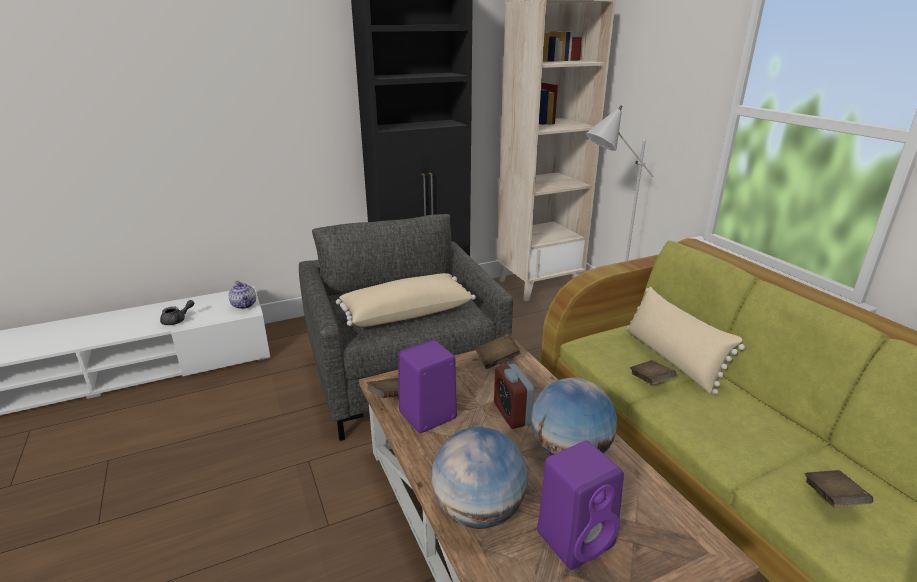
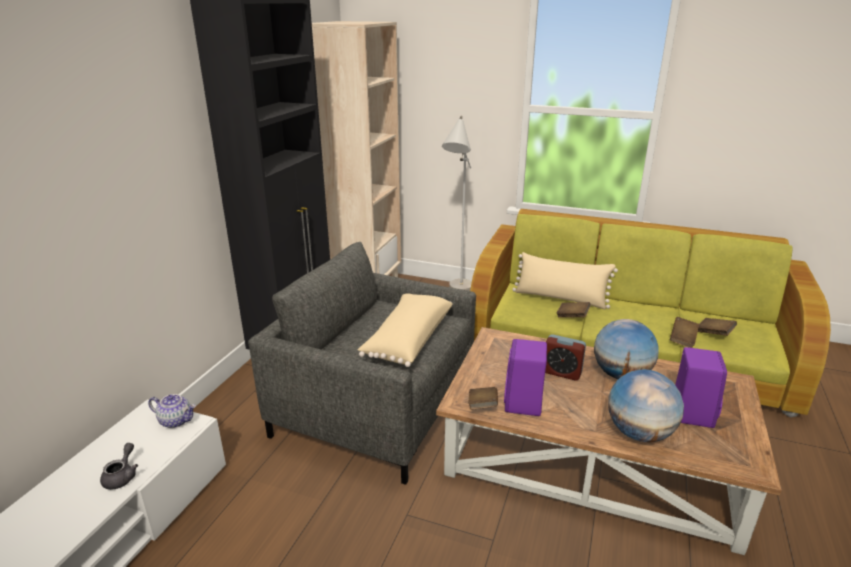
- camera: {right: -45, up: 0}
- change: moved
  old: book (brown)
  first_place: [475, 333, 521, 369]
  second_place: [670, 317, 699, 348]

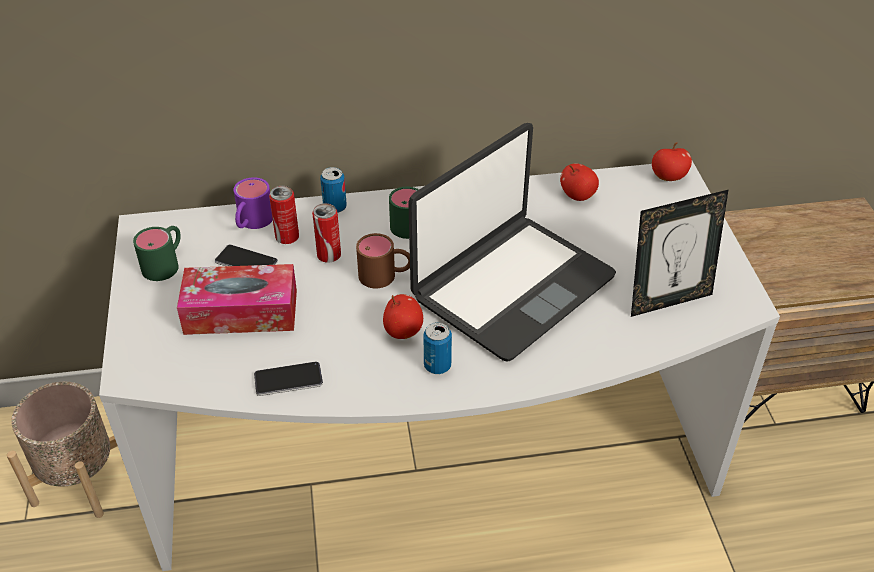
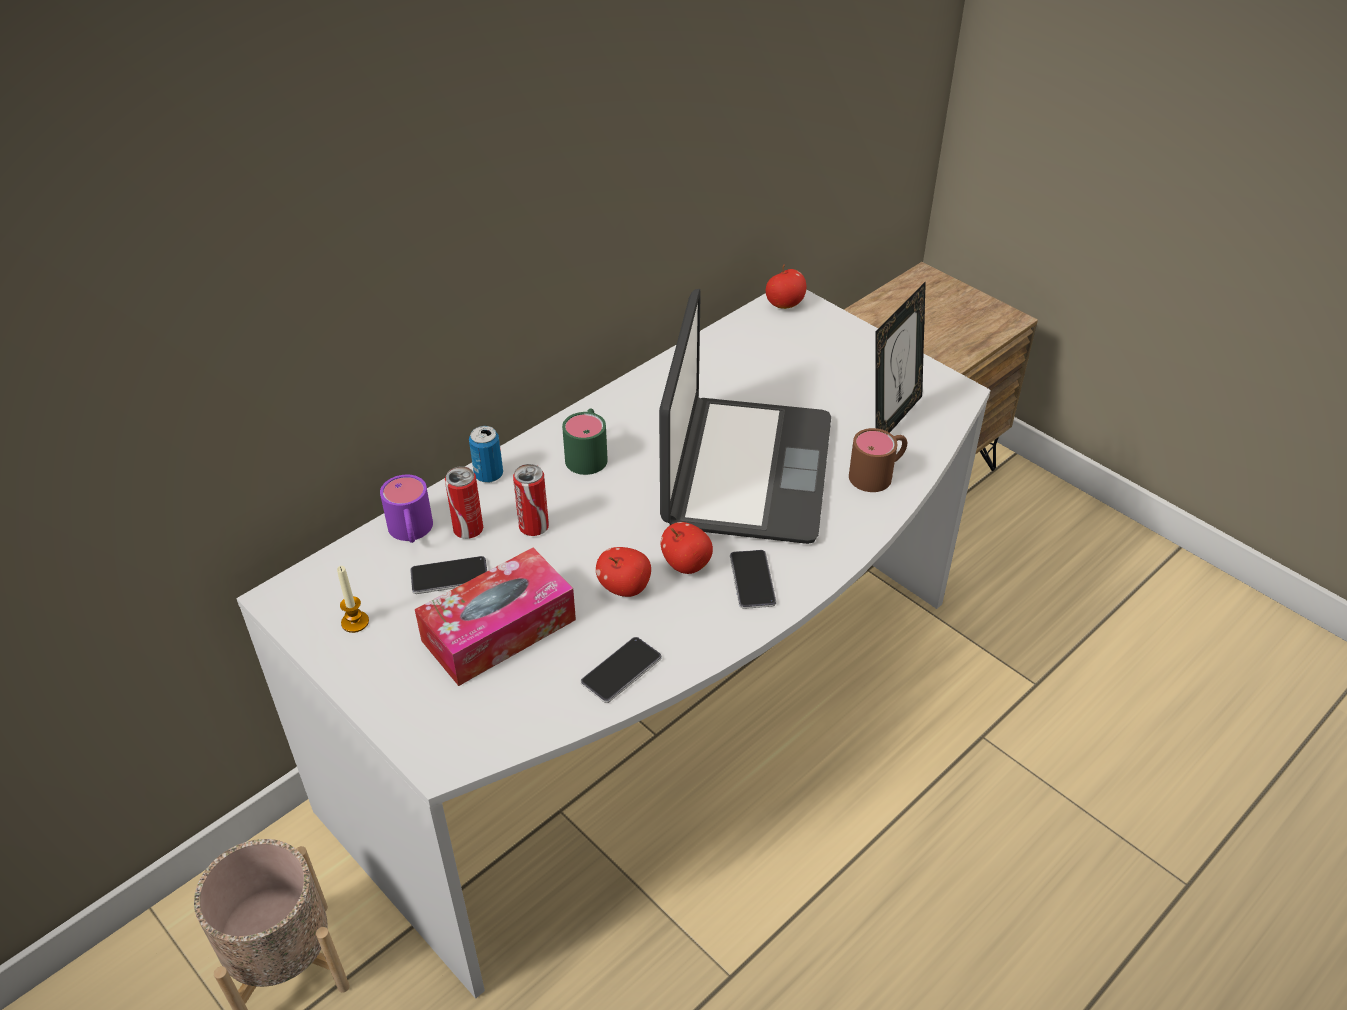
- camera: {right: -35, up: 0}
- change: replaced
  old: mug (green)
  new: candle
  first_place: [133, 226, 181, 281]
  second_place: [337, 566, 369, 633]
- change: moved
  old: apple
  first_place: [560, 163, 599, 201]
  second_place: [596, 547, 651, 597]
- change: replaced
  old: can
  new: phone
  first_place: [424, 322, 452, 374]
  second_place: [730, 550, 776, 609]
- change: moved
  old: mug (brown)
  first_place: [356, 233, 410, 288]
  second_place: [849, 428, 907, 492]

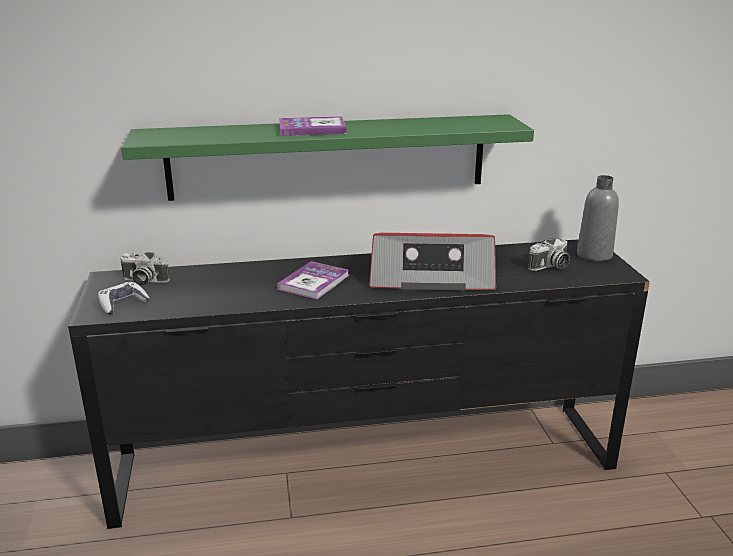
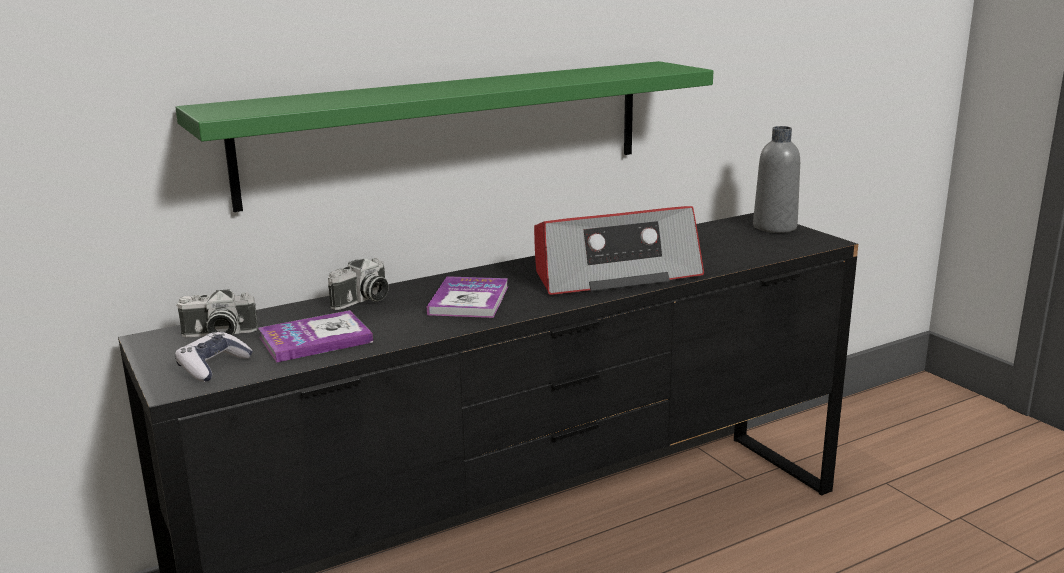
- camera: {right: -20, up: -5}
- change: moved
  old: book
  first_place: [279, 116, 347, 136]
  second_place: [258, 310, 373, 363]
- change: moved
  old: photo camera
  first_place: [528, 238, 570, 271]
  second_place: [328, 258, 389, 310]

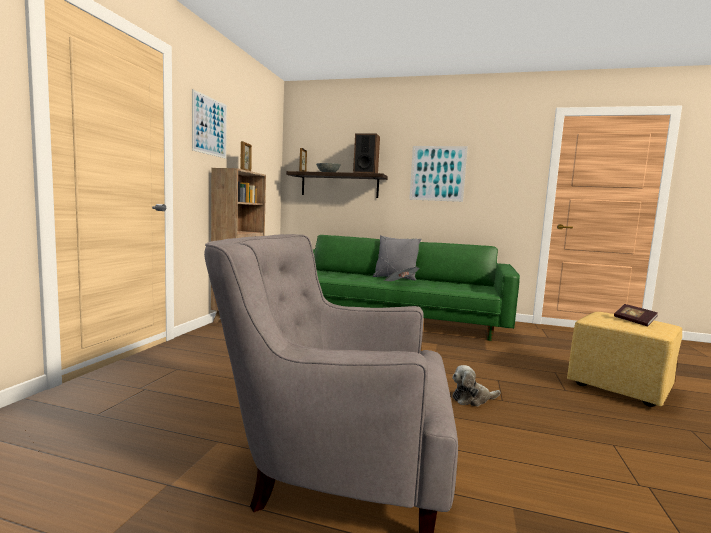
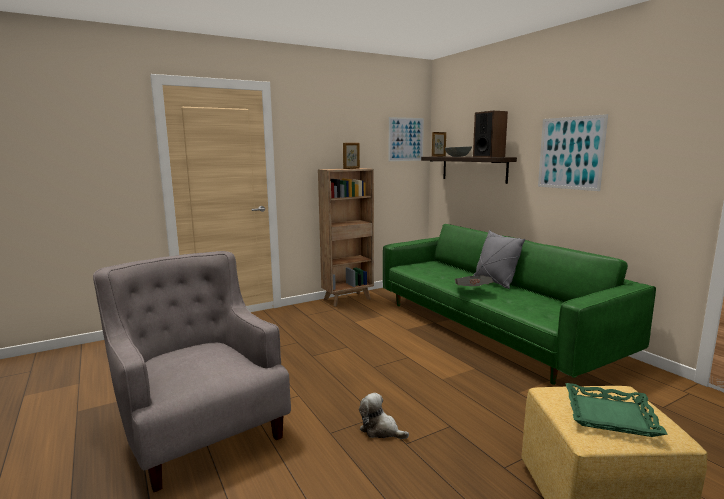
- camera: {right: 45, up: 5}
- change: moved
  old: picture
  first_place: [192, 89, 227, 159]
  second_place: [389, 117, 424, 161]
- change: replaced
  old: book
  new: tray (green)
  first_place: [614, 304, 658, 326]
  second_place: [565, 383, 667, 437]

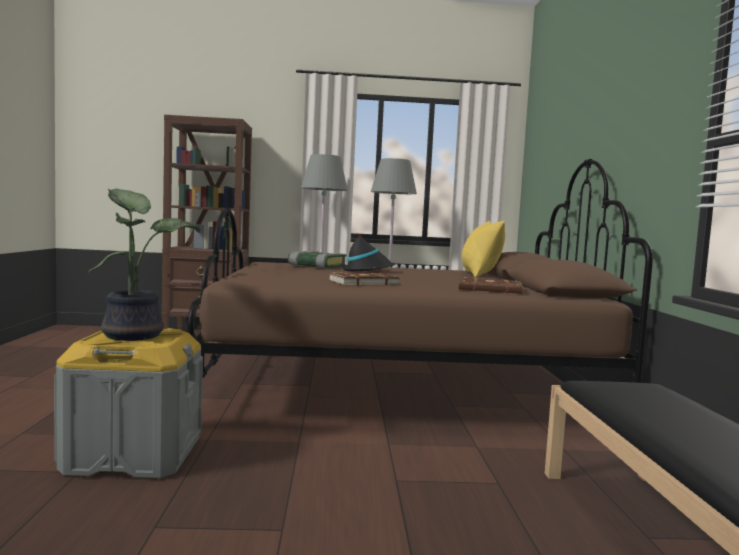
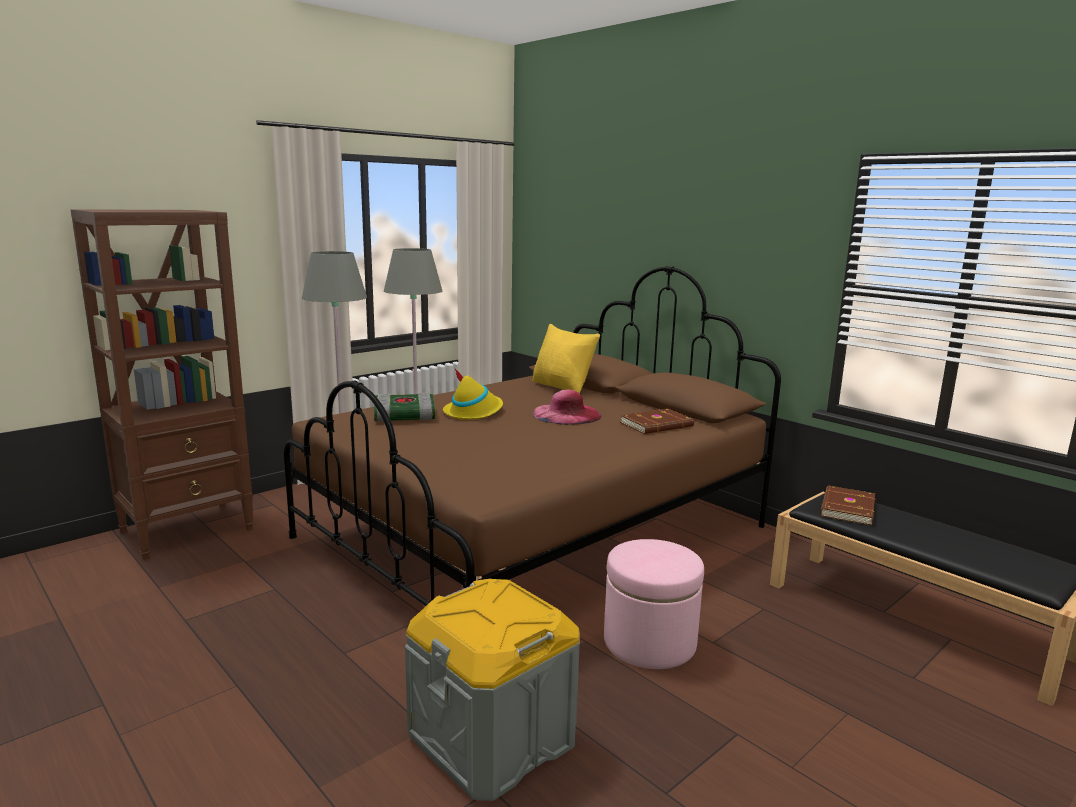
- camera: {right: -40, up: 10}
- change: recoloured
  old: hat (black)
  new: hat (yellow)
  first_place: [341, 233, 395, 272]
  second_place: [443, 369, 503, 420]
- change: added
  new: hat (pink)
  second_place: [533, 390, 602, 425]
- change: added
  new: ottoman (pink)
  second_place: [604, 539, 704, 669]
- change: moved
  old: book (brown)
  first_place: [328, 272, 400, 286]
  second_place: [820, 486, 875, 525]
- change: removed
  old: potted plant
  first_place: [89, 188, 200, 341]

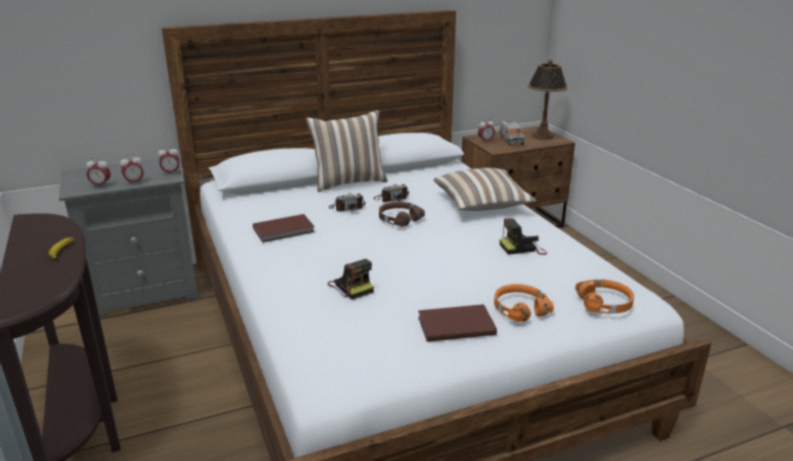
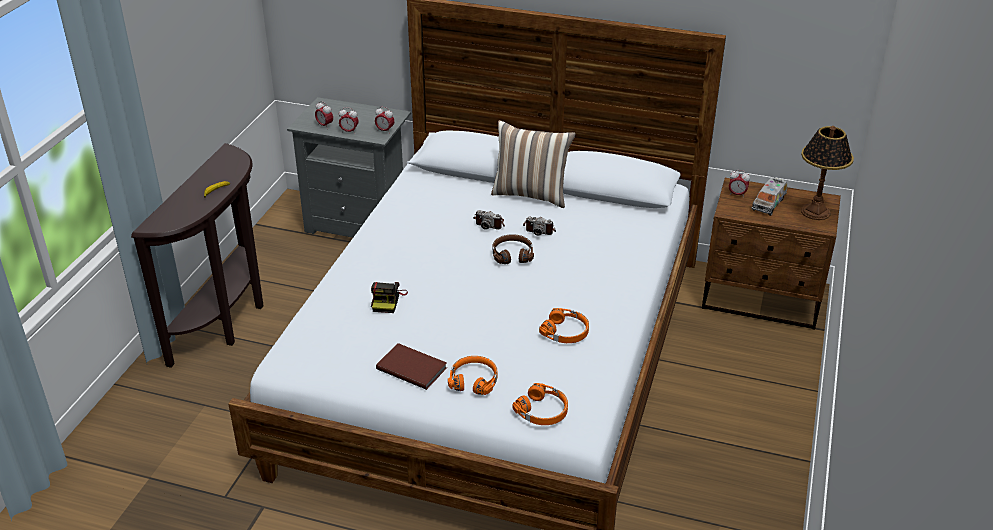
- camera: {right: 40, up: 10}
- change: replaced
  old: photo camera
  new: headphones (orange)
  first_place: [500, 218, 547, 255]
  second_place: [539, 308, 589, 343]
- change: removed
  old: book (brown)
  first_place: [253, 214, 315, 243]
- change: removed
  old: pillow
  first_place: [434, 168, 536, 211]

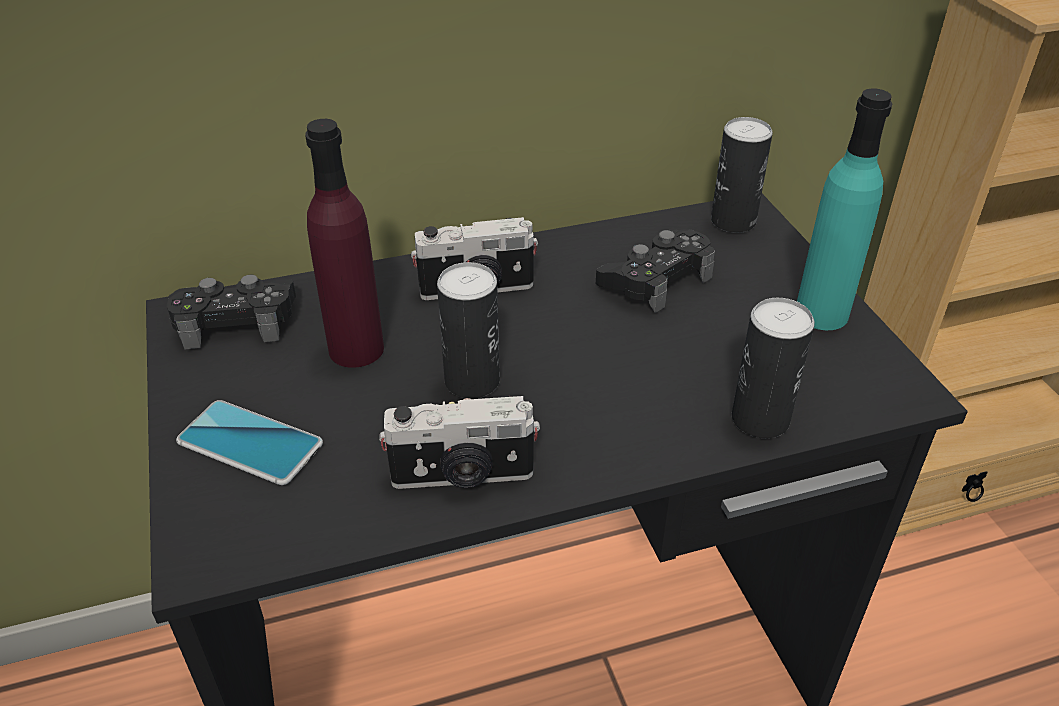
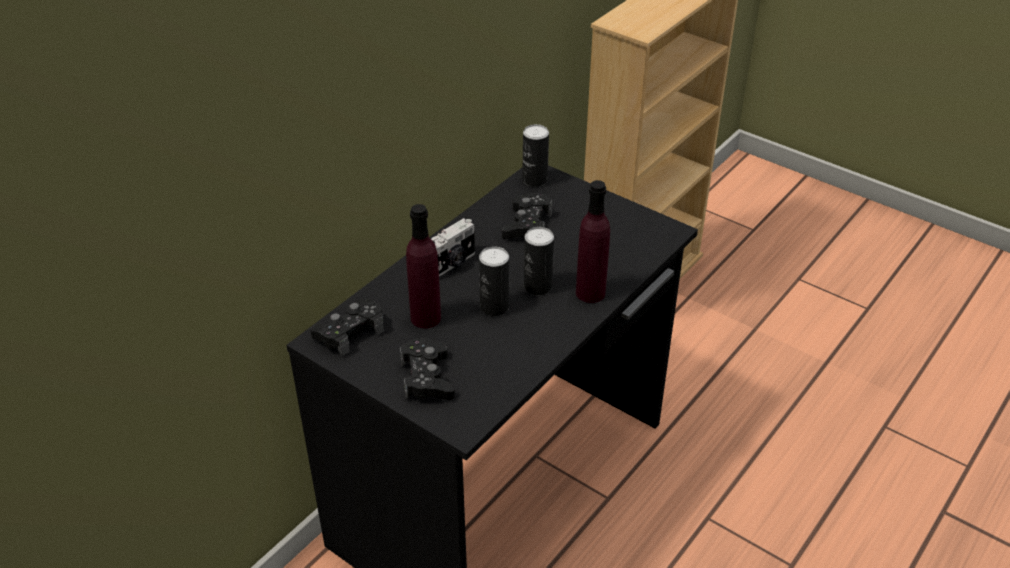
- camera: {right: -35, up: 0}
- change: replaced
  old: phone
  new: game controller (black)
  first_place: [176, 400, 323, 485]
  second_place: [400, 339, 455, 400]
- change: moved
  old: can
  first_place: [732, 298, 815, 438]
  second_place: [524, 227, 554, 295]
- change: added
  new: bottle (purple)
  second_place: [576, 180, 610, 303]
- change: removed
  old: photo camera
  first_place: [379, 395, 540, 489]
- change: removed
  old: bottle (turquoise)
  first_place: [797, 88, 892, 330]

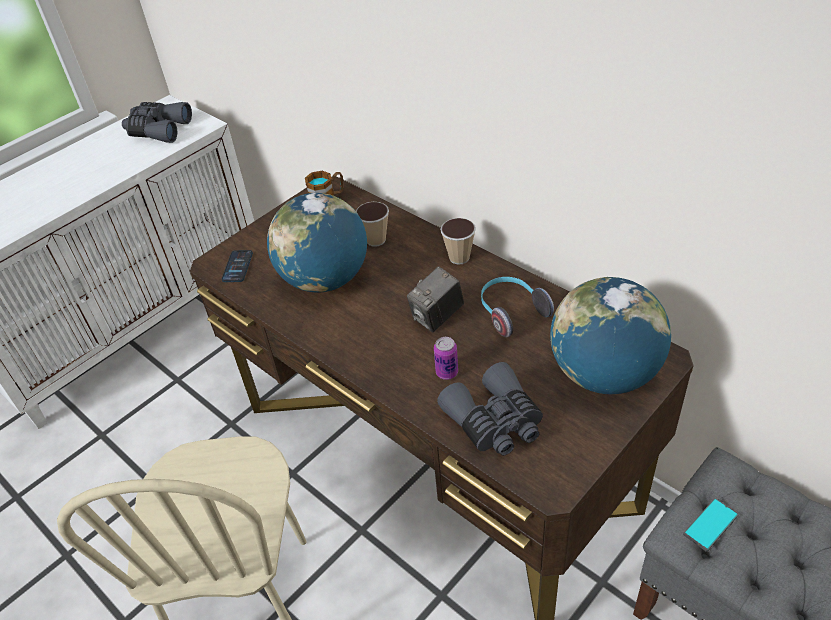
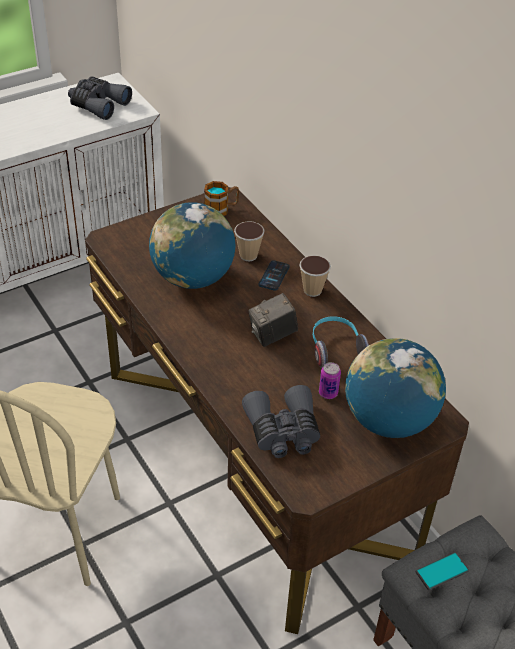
- camera: {right: 10, up: 0}
- change: moved
  old: phone
  first_place: [222, 250, 253, 282]
  second_place: [259, 260, 290, 291]
- change: moved
  old: can
  first_place: [434, 337, 458, 380]
  second_place: [319, 362, 341, 399]

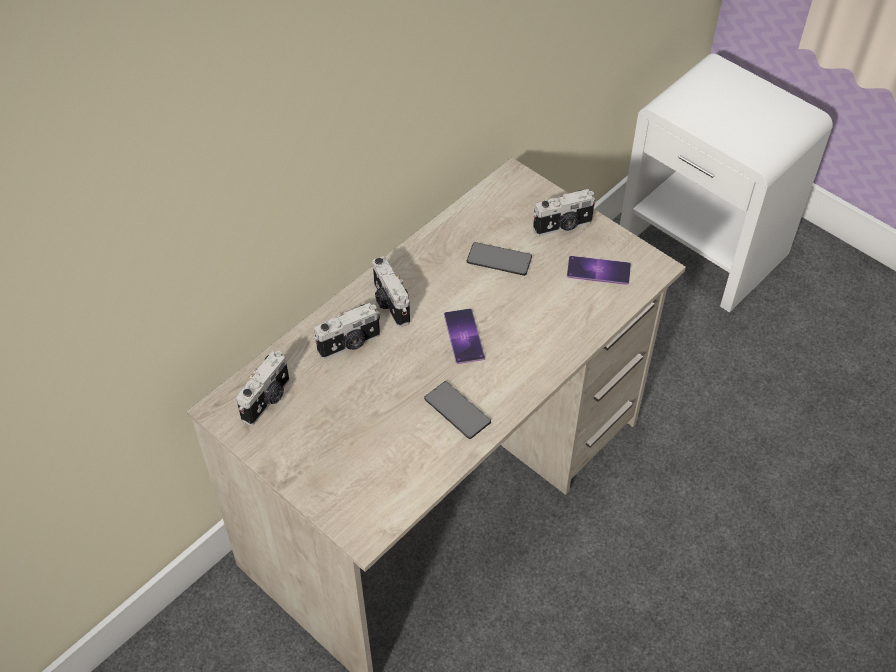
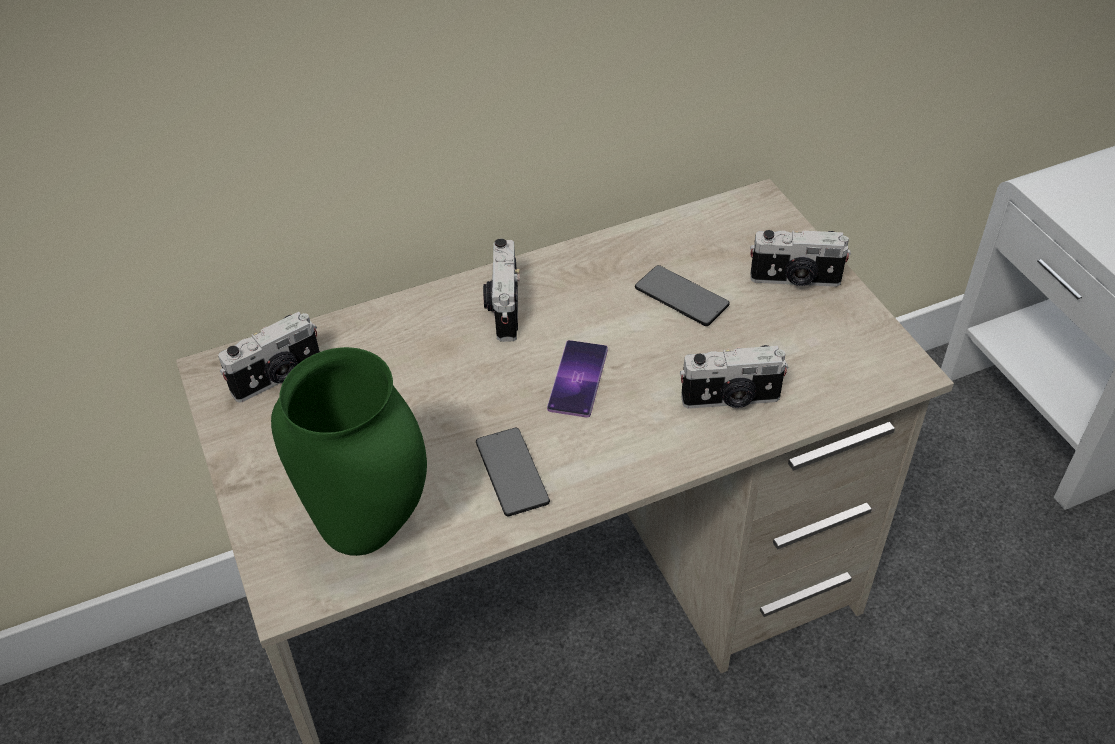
- camera: {right: 25, up: -5}
- change: added
  new: vase (green)
  second_place: [271, 347, 427, 556]
- change: moved
  old: photo camera
  first_place: [314, 303, 380, 359]
  second_place: [680, 345, 789, 409]
- change: removed
  old: phone
  first_place: [567, 256, 631, 285]

